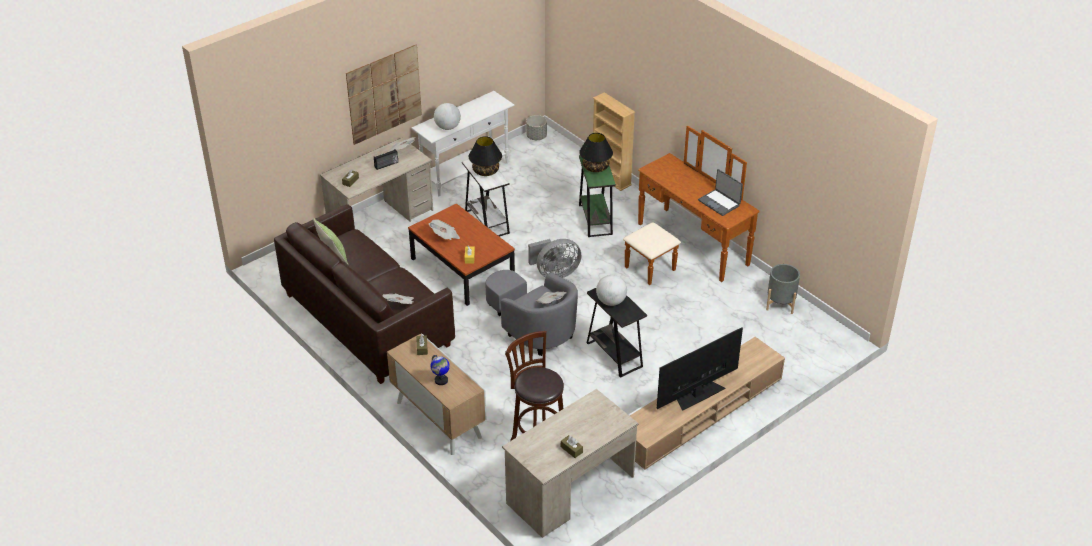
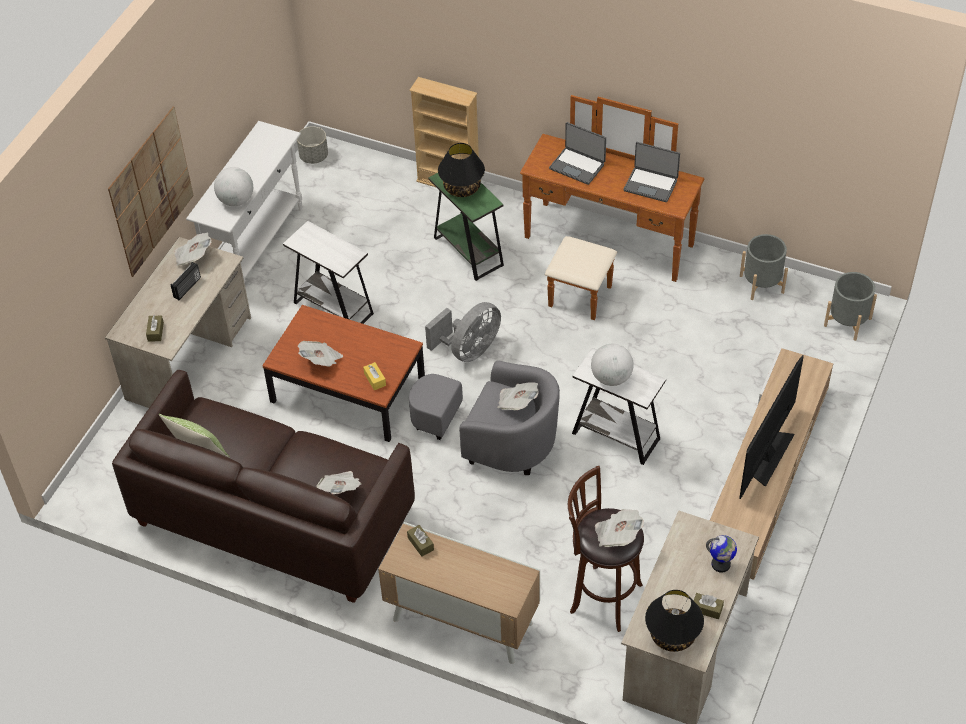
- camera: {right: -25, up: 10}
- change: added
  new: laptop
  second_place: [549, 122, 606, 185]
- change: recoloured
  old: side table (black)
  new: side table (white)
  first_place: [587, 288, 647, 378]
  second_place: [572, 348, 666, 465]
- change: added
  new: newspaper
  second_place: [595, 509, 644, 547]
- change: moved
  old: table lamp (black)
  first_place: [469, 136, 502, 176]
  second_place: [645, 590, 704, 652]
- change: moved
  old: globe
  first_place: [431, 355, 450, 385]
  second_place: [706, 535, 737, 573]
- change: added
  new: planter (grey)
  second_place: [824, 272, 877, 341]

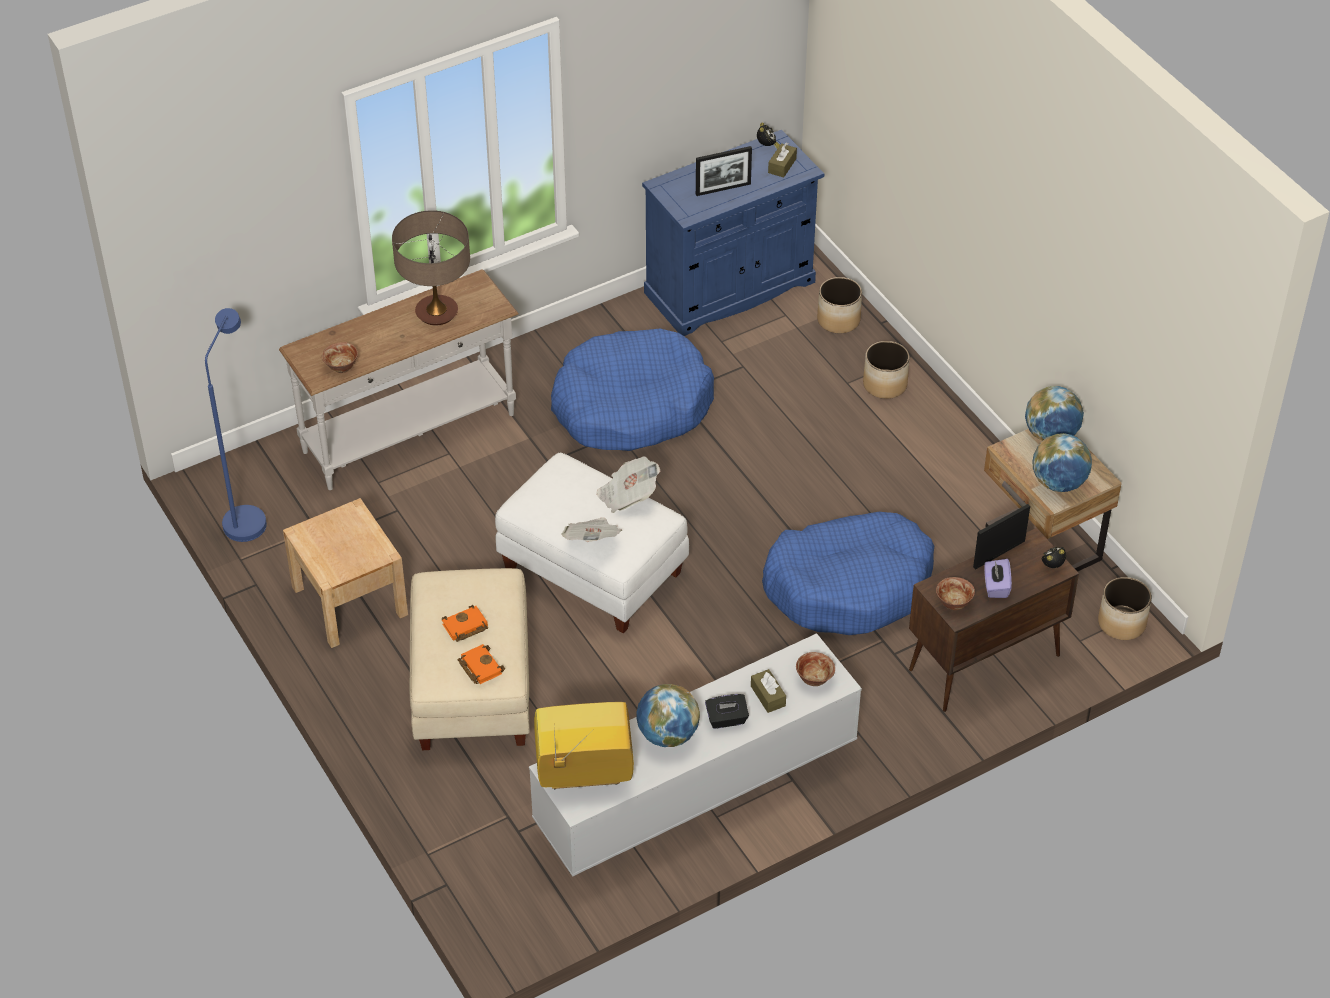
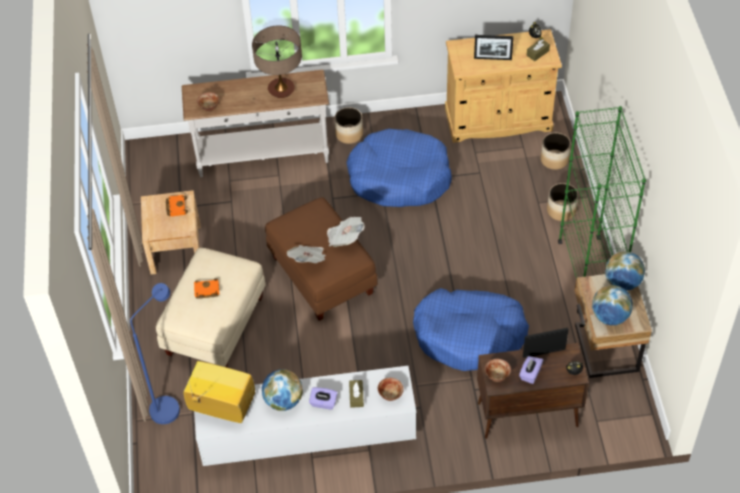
- camera: {right: 25, up: 5}
- change: moved
  old: floor lamp (blue)
  first_place: [205, 308, 267, 542]
  second_place: [130, 283, 180, 424]
- change: moved
  old: book (orange)
  first_place: [458, 644, 505, 684]
  second_place: [166, 195, 188, 217]
- change: recoloured
  old: ottoman (white)
  new: ottoman (brown)
  first_place: [495, 453, 689, 633]
  second_place: [265, 197, 378, 321]
- change: recoloured
  old: tissue box (black)
  new: tissue box (purple)
  first_place: [705, 694, 749, 729]
  second_place: [309, 387, 337, 410]
- change: moved
  old: planter
  first_place: [1098, 577, 1152, 640]
  second_place: [335, 107, 363, 144]
- change: recoloured
  old: cabinet (blue)
  new: cabinet (beige)
  first_place: [642, 130, 824, 336]
  second_place: [445, 29, 562, 143]
- change: added
  new: bookcase (green)
  second_place: [558, 106, 646, 314]

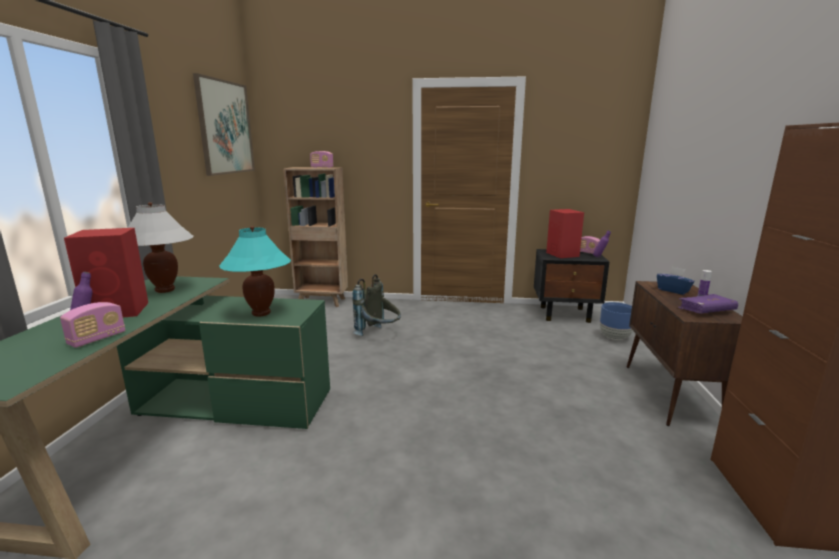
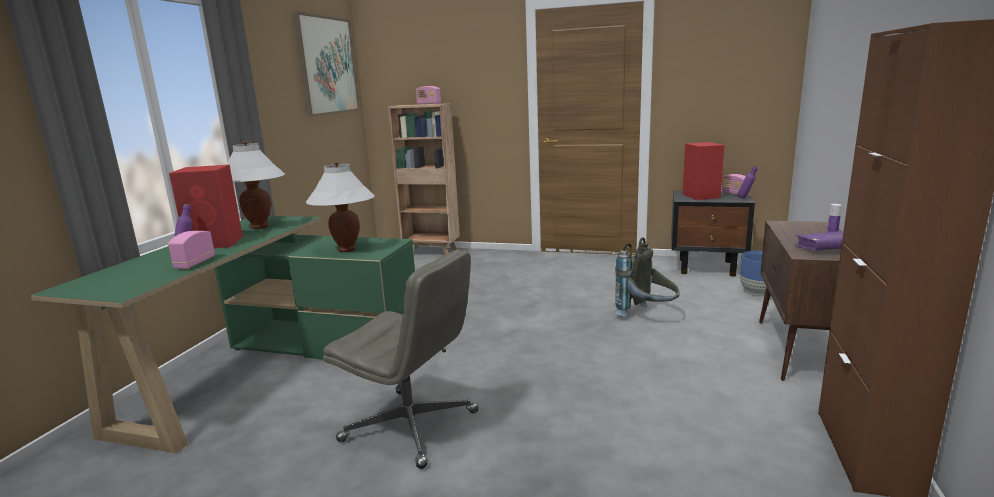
- camera: {right: 10, up: 0}
- change: turned
  old: radio
  first_place: [60, 302, 125, 348]
  second_place: [168, 231, 215, 269]
  degrees: 150
- change: recoloured
  old: table lamp (turquoise)
  new: table lamp (white)
  first_place: [219, 226, 291, 317]
  second_place: [306, 162, 375, 252]
- change: added
  new: office chair (grey)
  second_place: [323, 249, 479, 469]
- change: moved
  old: backpack (grey)
  first_place: [352, 274, 401, 336]
  second_place: [614, 237, 680, 317]
- change: removed
  old: tissue box (blue)
  first_place: [657, 267, 695, 295]

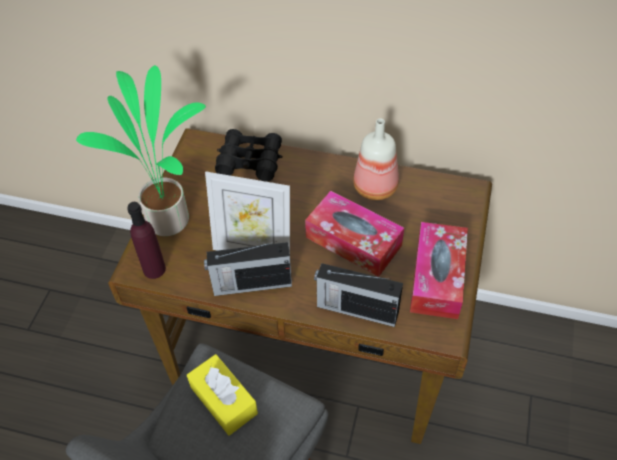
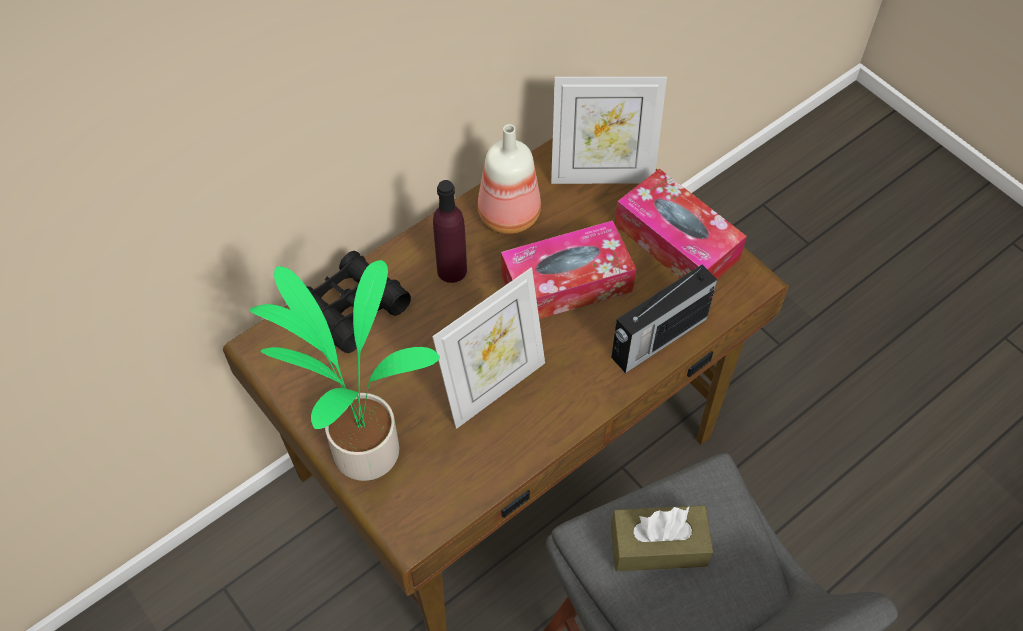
- camera: {right: -55, up: 5}
- change: moved
  old: bottle (purple)
  first_place: [127, 202, 166, 279]
  second_place: [433, 180, 467, 283]
- change: added
  new: picture frame
  second_place: [551, 77, 667, 184]
- change: recoloured
  old: tissue box (yellow)
  new: tissue box (brown)
  first_place: [187, 354, 258, 436]
  second_place: [611, 505, 713, 571]
- change: removed
  old: radio
  first_place: [204, 241, 292, 296]

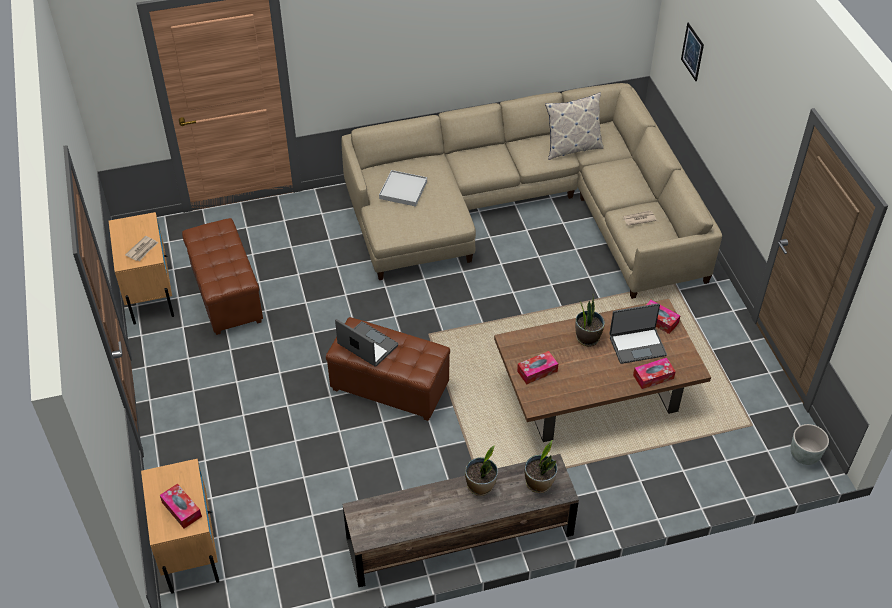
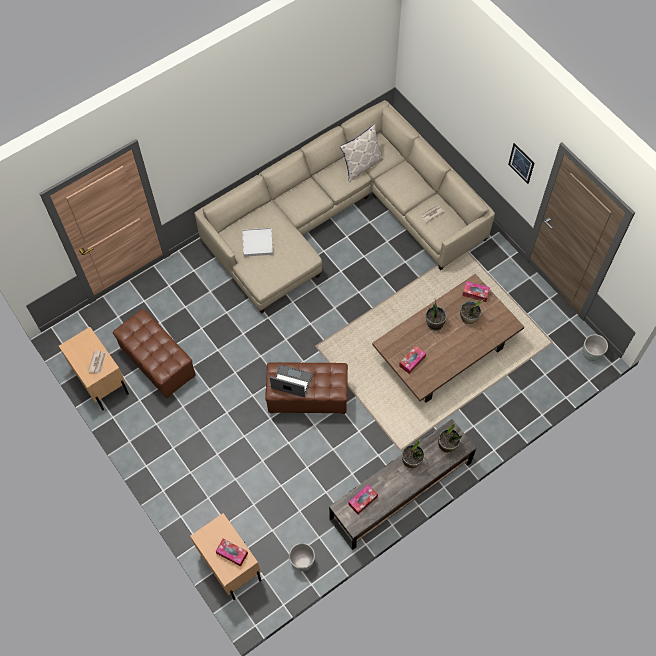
- camera: {right: -20, up: 15}
- change: added
  new: planter (grey)
  second_place: [289, 543, 315, 571]
- change: moved
  old: tissue box
  first_place: [633, 358, 676, 389]
  second_place: [348, 484, 378, 514]
- change: replaced
  old: laptop
  new: potted plant
  first_place: [610, 303, 667, 364]
  second_place: [460, 300, 483, 325]
- change: moved
  old: picture
  first_place: [681, 23, 704, 81]
  second_place: [508, 143, 534, 184]

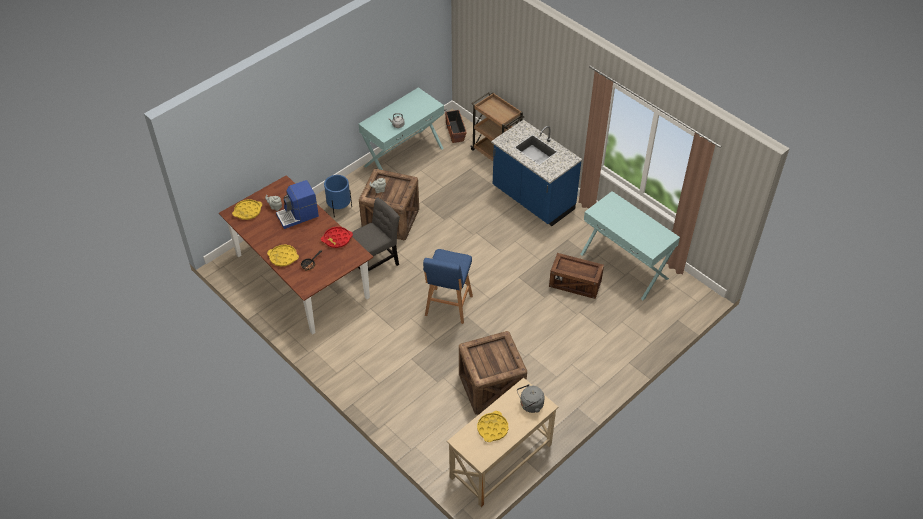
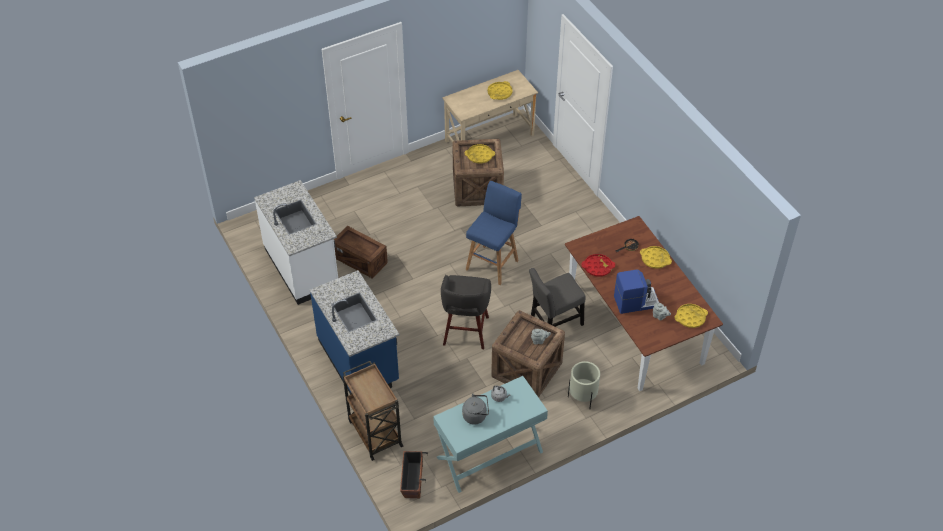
- camera: {right: -165, up: 0}
- change: replaced
  old: console table (turquoise)
  new: counter (white)
  first_place: [580, 191, 680, 300]
  second_place: [254, 180, 338, 305]
- change: added
  new: stool (grey)
  second_place: [441, 275, 491, 349]
- change: moved
  old: kettle (grey)
  first_place: [517, 384, 544, 413]
  second_place: [462, 393, 489, 424]
- change: added
  new: tray (yellow)
  second_place: [465, 144, 495, 163]
- change: recoloured
  old: planter (blue)
  new: planter (beige)
  first_place: [324, 175, 352, 218]
  second_place: [568, 361, 600, 409]

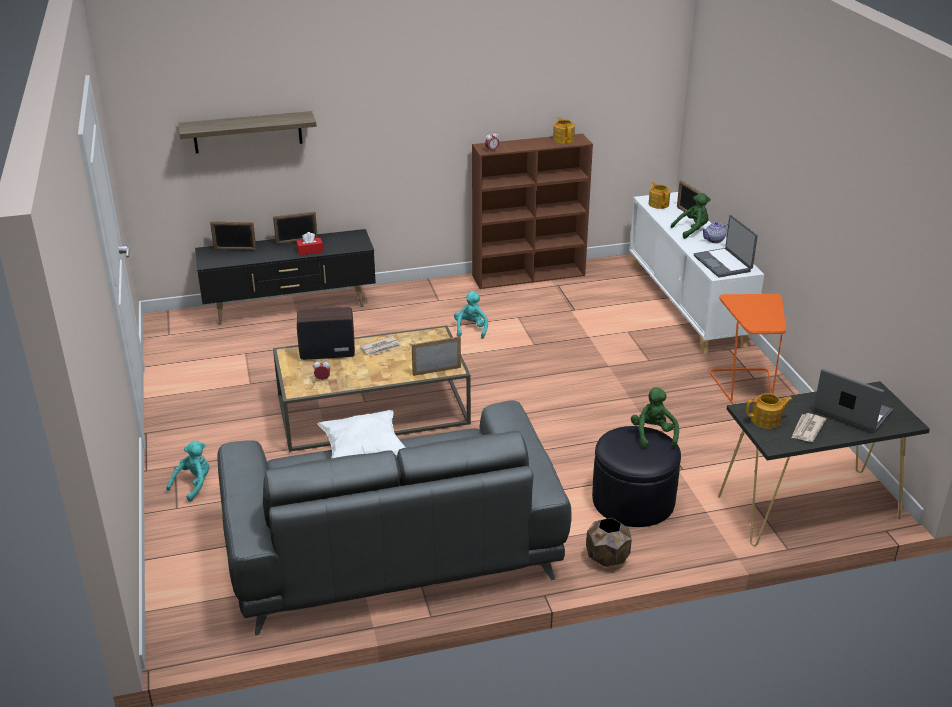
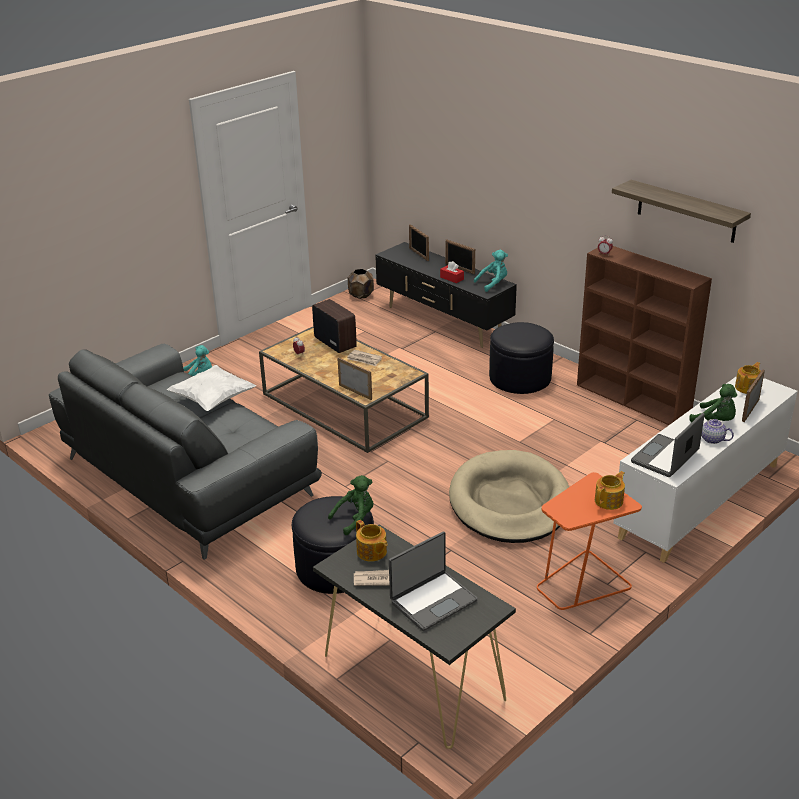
- camera: {right: 60, up: 0}
- change: moved
  old: planter (brown)
  first_place: [586, 518, 632, 567]
  second_place: [348, 269, 374, 299]
- change: turned
  old: laptop
  first_place: [814, 369, 893, 433]
  second_place: [389, 531, 478, 631]
  degrees: 45
- change: added
  new: dog bed (beige)
  second_place: [449, 450, 569, 543]
- change: moved
  old: plush toy (turquoise)
  first_place: [454, 291, 488, 339]
  second_place: [474, 250, 508, 292]
- change: added
  new: ottoman (black)
  second_place: [489, 322, 554, 394]
- change: moved
  old: teapot
  first_place: [553, 117, 575, 144]
  second_place: [595, 471, 625, 510]
- change: moved
  old: shelf
  first_place: [178, 111, 317, 153]
  second_place: [612, 180, 751, 243]

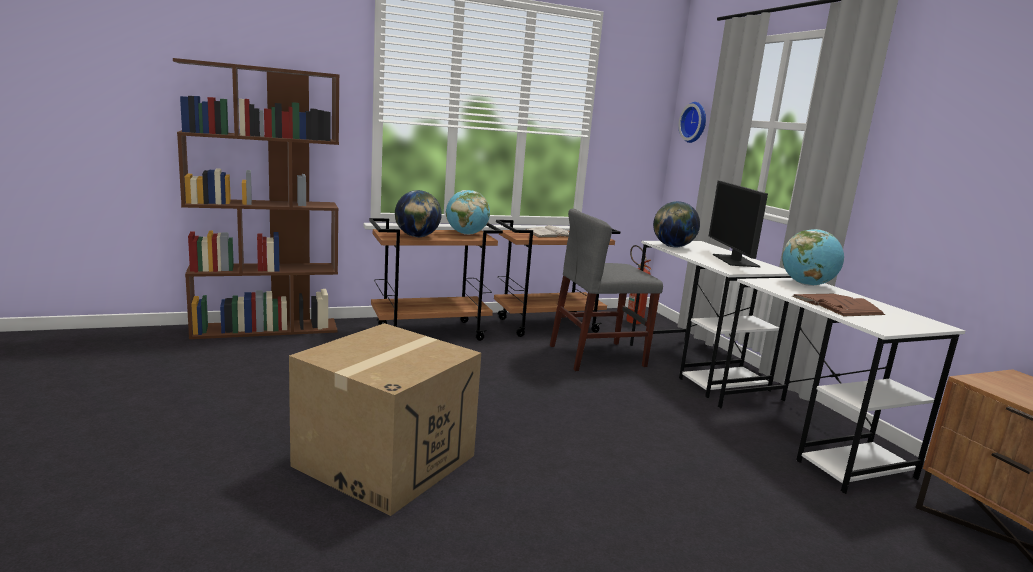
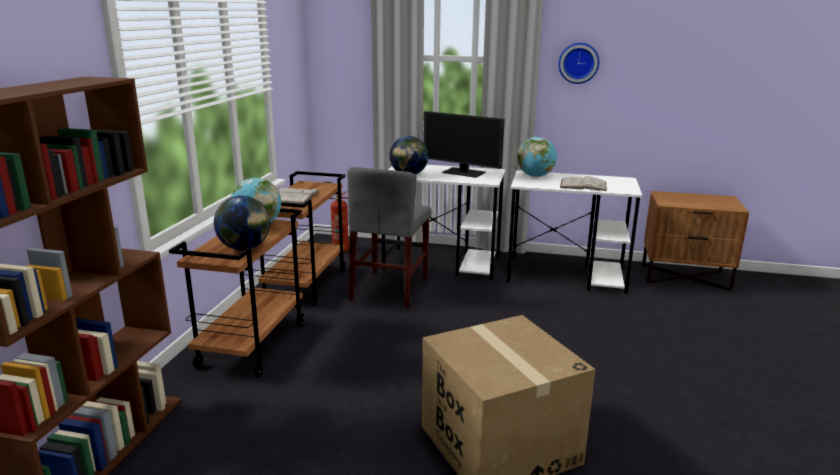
- camera: {right: -55, up: 5}
- change: moved
  old: wall clock
  first_place: [678, 102, 706, 143]
  second_place: [558, 43, 599, 84]
- change: recoloured
  old: book (brown)
  new: book (white)
  first_place: [792, 294, 885, 316]
  second_place: [560, 176, 607, 191]

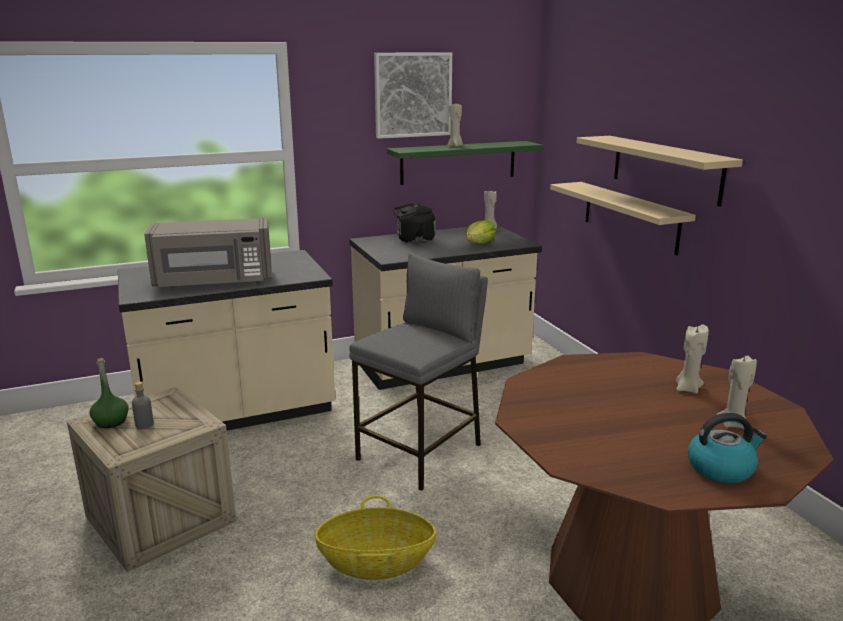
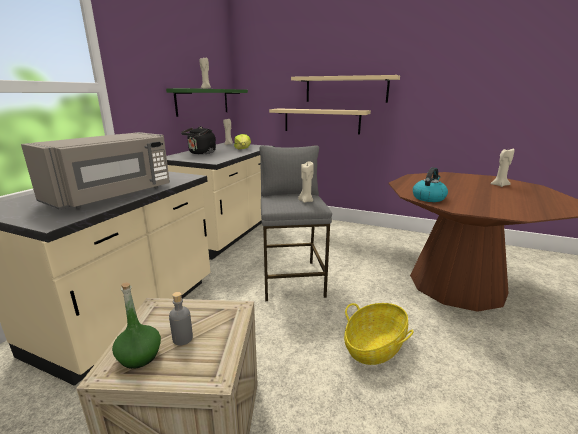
- camera: {right: -45, up: 0}
- change: moved
  old: candle (beige)
  first_place: [676, 325, 709, 394]
  second_place: [298, 161, 314, 203]
- change: moved
  old: kettle
  first_place: [688, 413, 767, 483]
  second_place: [413, 167, 448, 202]
- change: removed
  old: picture
  first_place: [374, 52, 452, 139]

